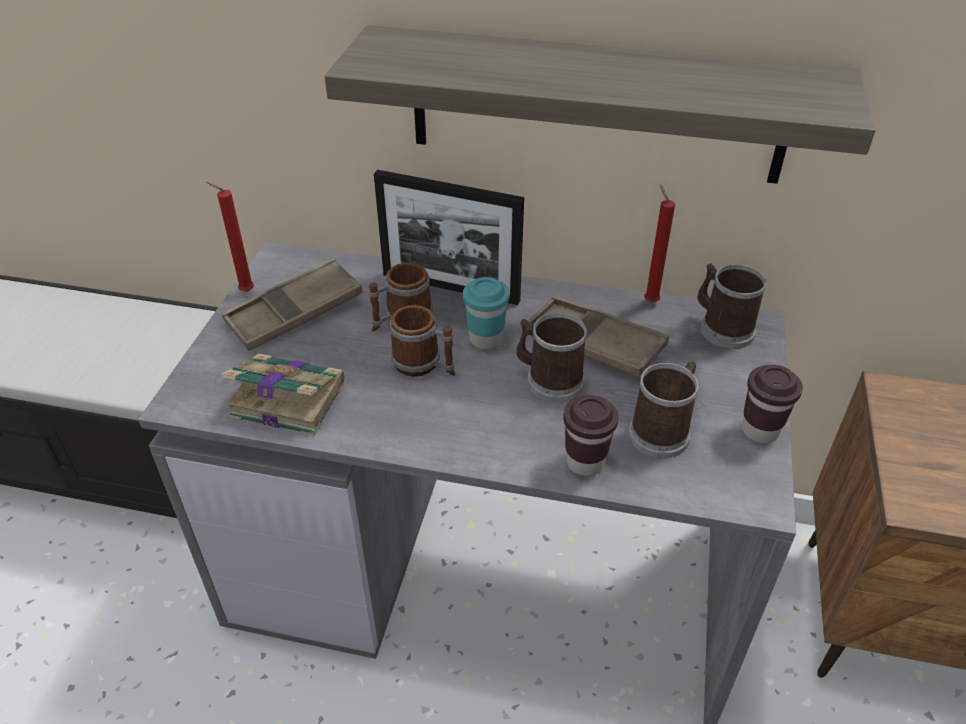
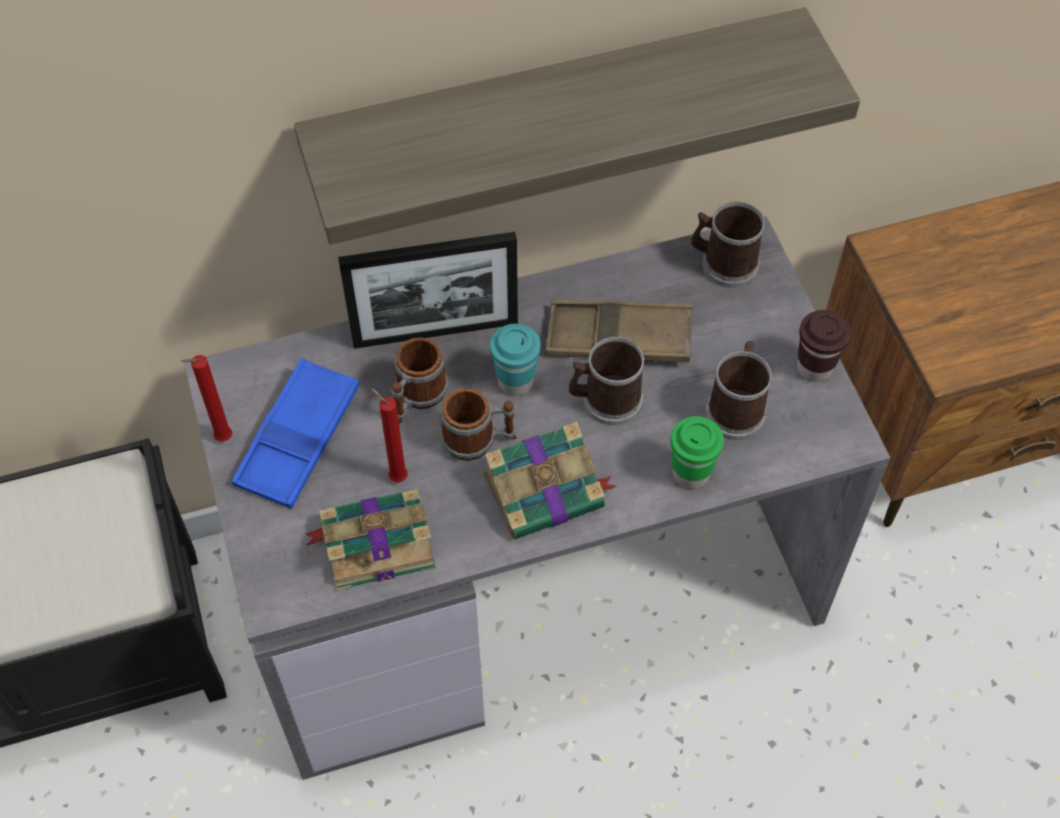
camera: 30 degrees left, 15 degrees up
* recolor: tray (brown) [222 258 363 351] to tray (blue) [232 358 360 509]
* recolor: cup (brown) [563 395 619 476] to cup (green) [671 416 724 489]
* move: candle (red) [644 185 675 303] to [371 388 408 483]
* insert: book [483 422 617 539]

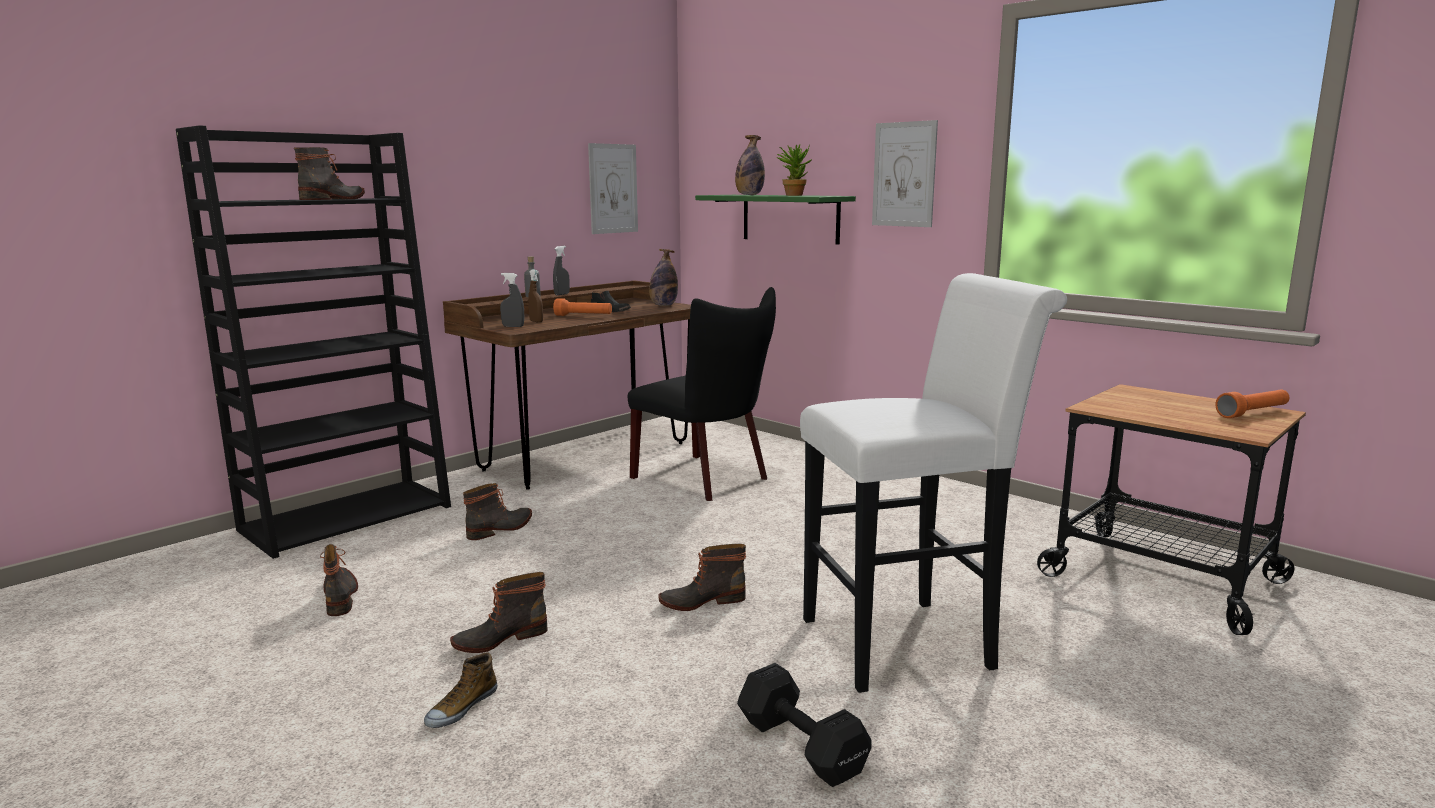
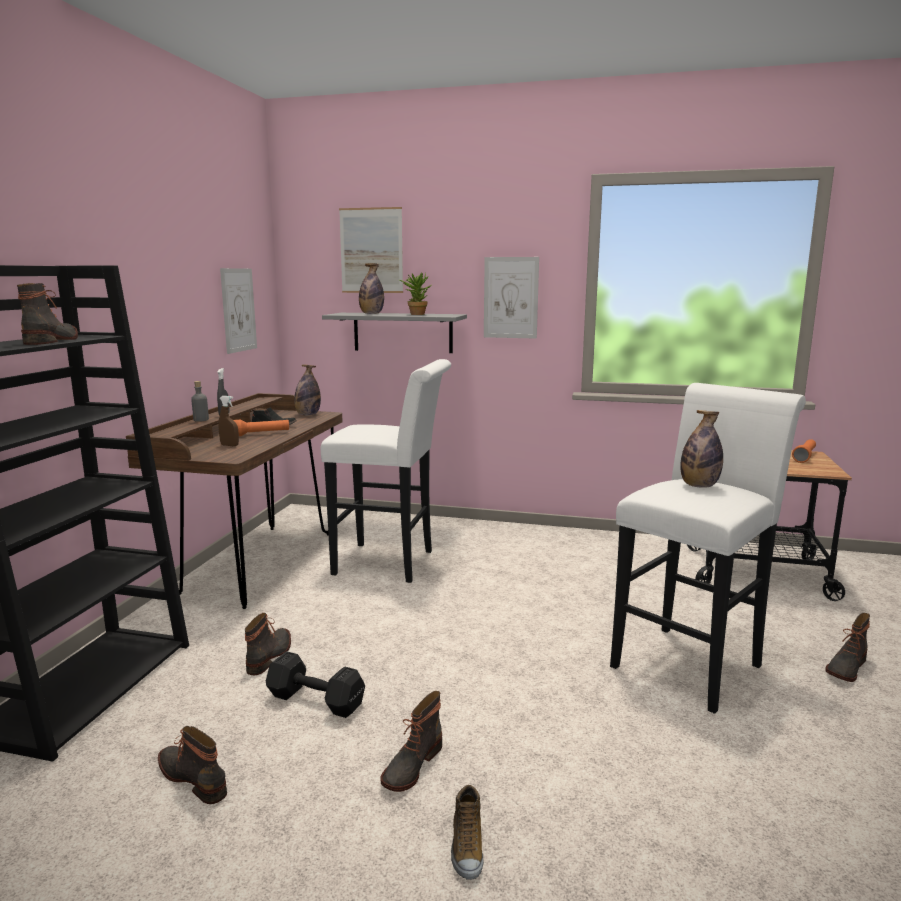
camera: 30 degrees left, 0 degrees up
* delete: spray bottle (grey) [500 273 524 327]
* replace: chair (black) [628 287 776 501] to stool (white) [320 359 451 583]
* move: boot [658 544 746 611] to [825 613 870 682]
* recolor: shelf (green) [695 195 856 245] to shelf (grey) [322 313 467 353]
* move: dumbbell (black) [737 663 872 787] to [266 651 365 718]
* insert: picture [339 207 403 293]
* insert: bottle [680 410 723 488]

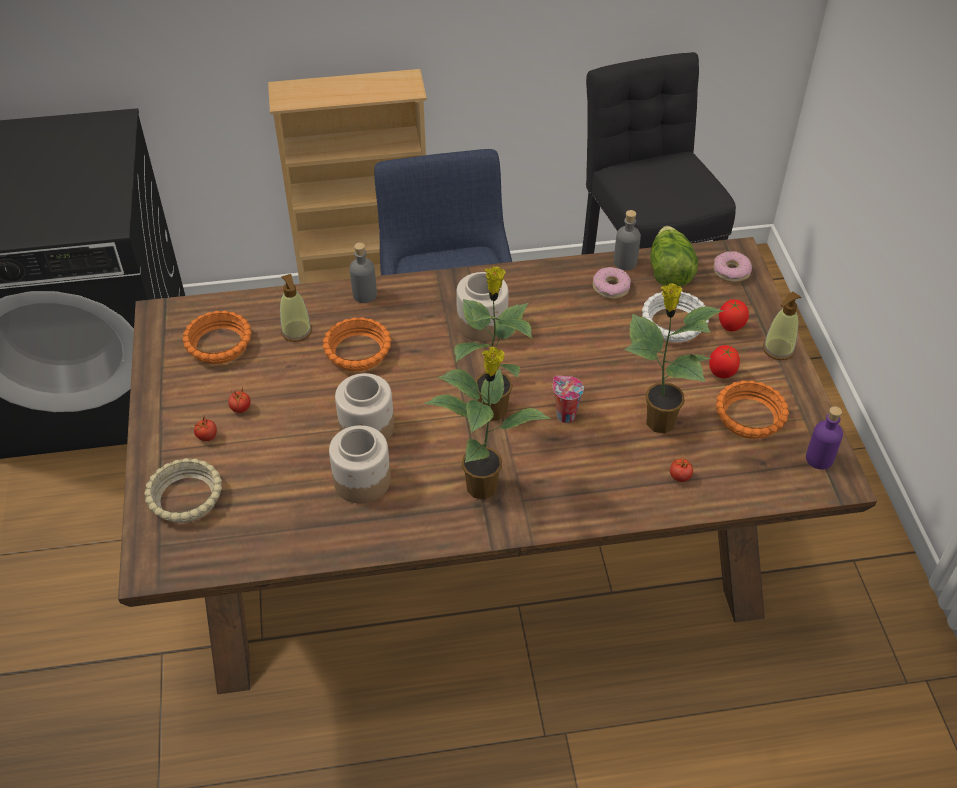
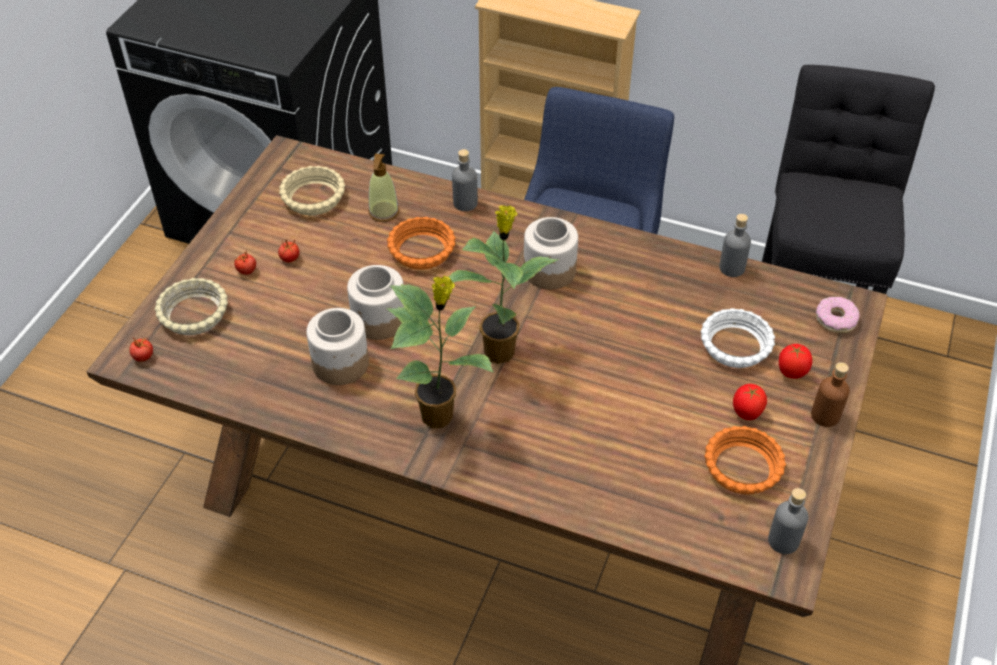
camera: 30 degrees right, 0 degrees up
* recolor: bowl (orange) [182 311 252 364] to bowl (beige) [279 166 345 215]
* delete: cup [553 376 584 423]
* delete: donut [593 267 631 299]
* delete: potted plant [625 283 723 433]
* delete: lettuce [651 226 698 287]
* move: tomato [670 457 693 482] to [129 337 153 362]
* replace: soap dispenser [763 292 801 360] to bottle (brown) [811 362 850 427]
* recolor: bottle (purple) [806 406 843 470] to bottle (grey) [768 488 808 554]

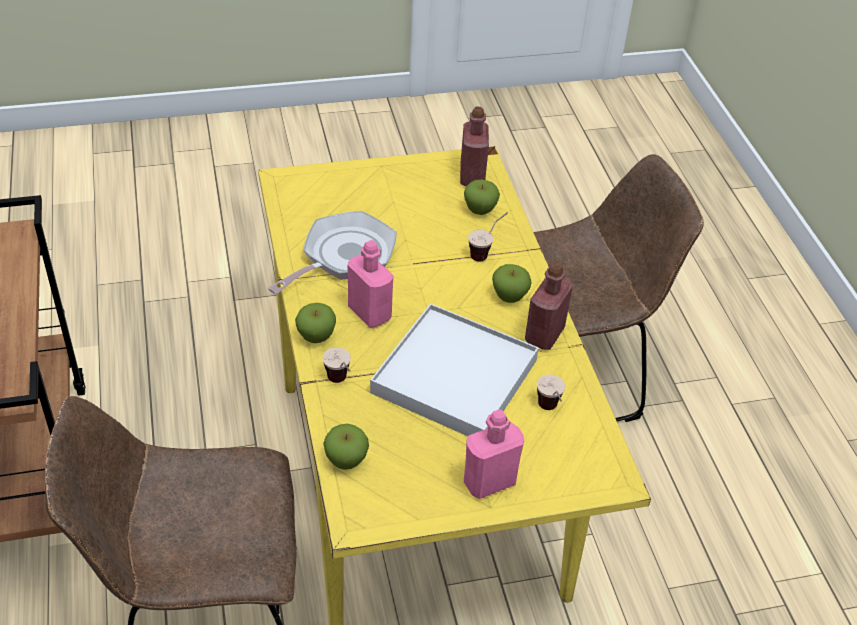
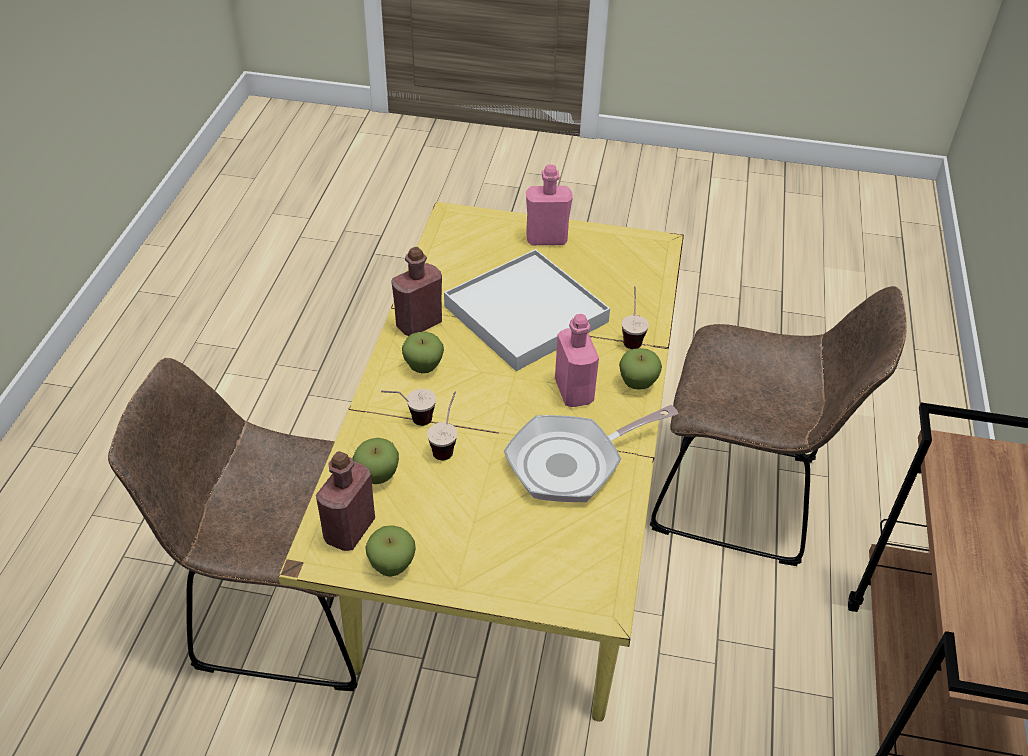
camera: 155 degrees left, 0 degrees up
* move: apple [323 424 369 470] to [365 525 416 577]
* move: cup [537 374 565 410] to [427 391 457 460]

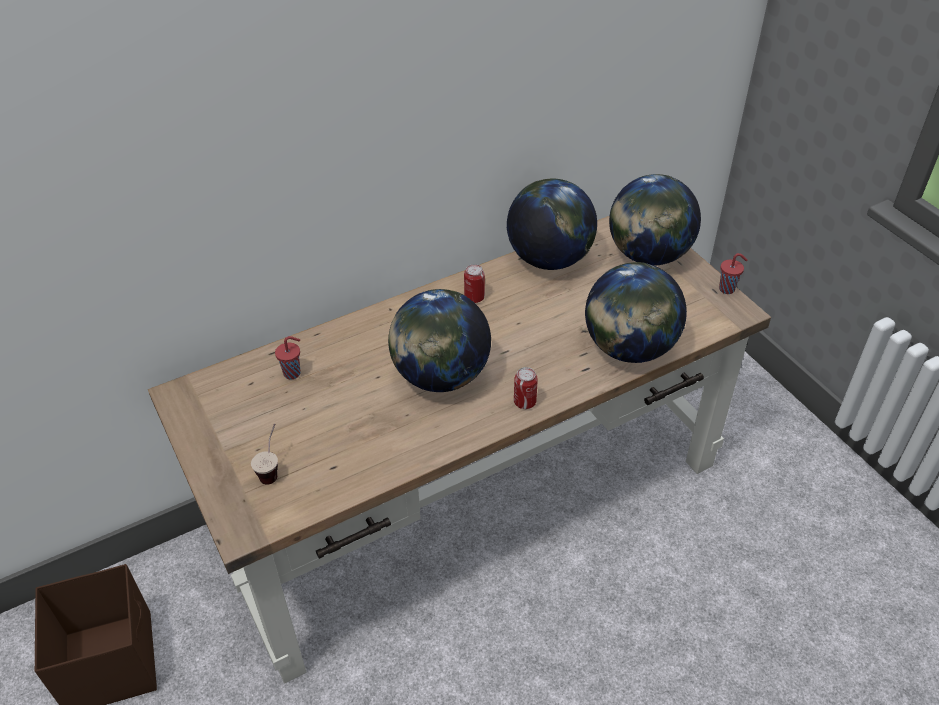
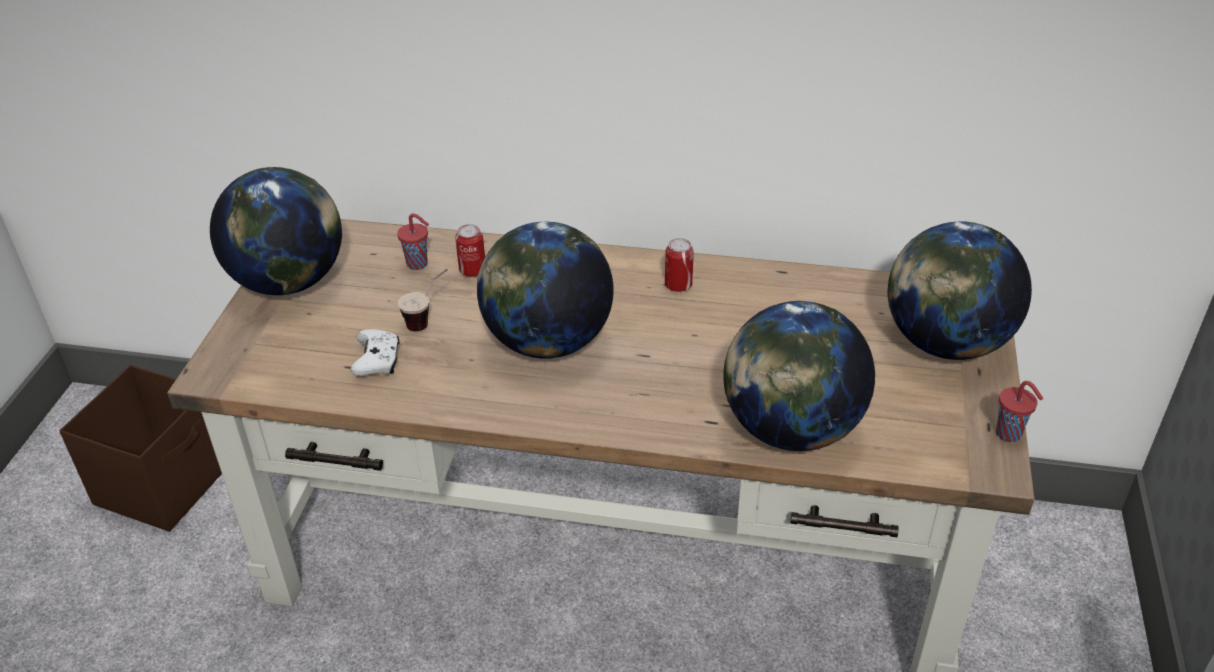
camera: 40 degrees right, 5 degrees down
* move: cup [251 424 278 484] to [398 269 448 331]
* move: globe [507 178 597 270] to [210 167 342 295]
* move: can [514 367 538 409] to [455 224 485 277]
* insert: game controller (white) [350 329 400 376]

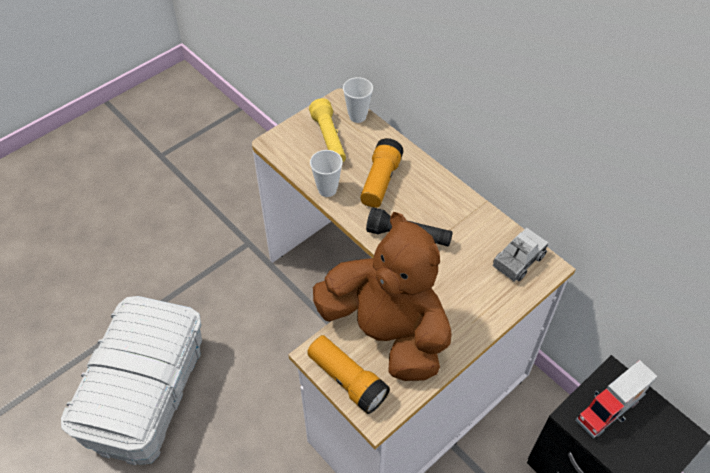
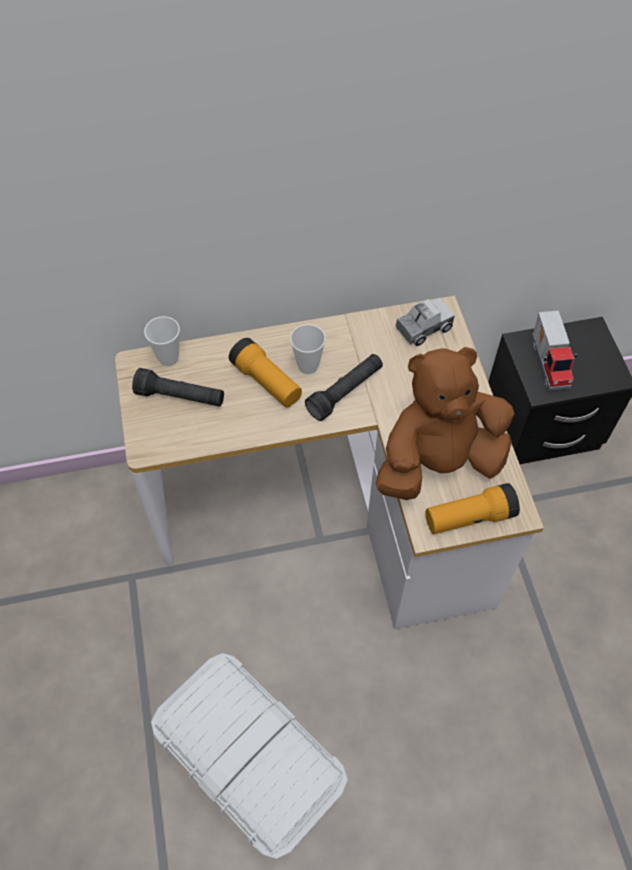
camera: 60 degrees left, 5 degrees up
* recolor: flashlight (yellow) [309 98 346 162] to flashlight (black) [132 368 224 407]
* move: cup [310 150 343 197] to [290 324 326 374]
* rotate: toy truck [493 228 548 281] = [395 298 455 346] 75 degrees clockwise

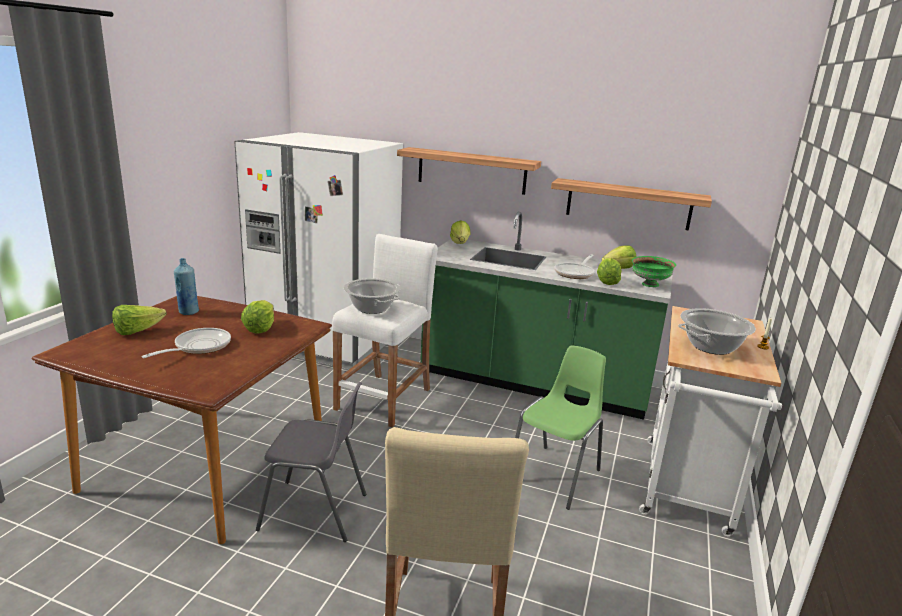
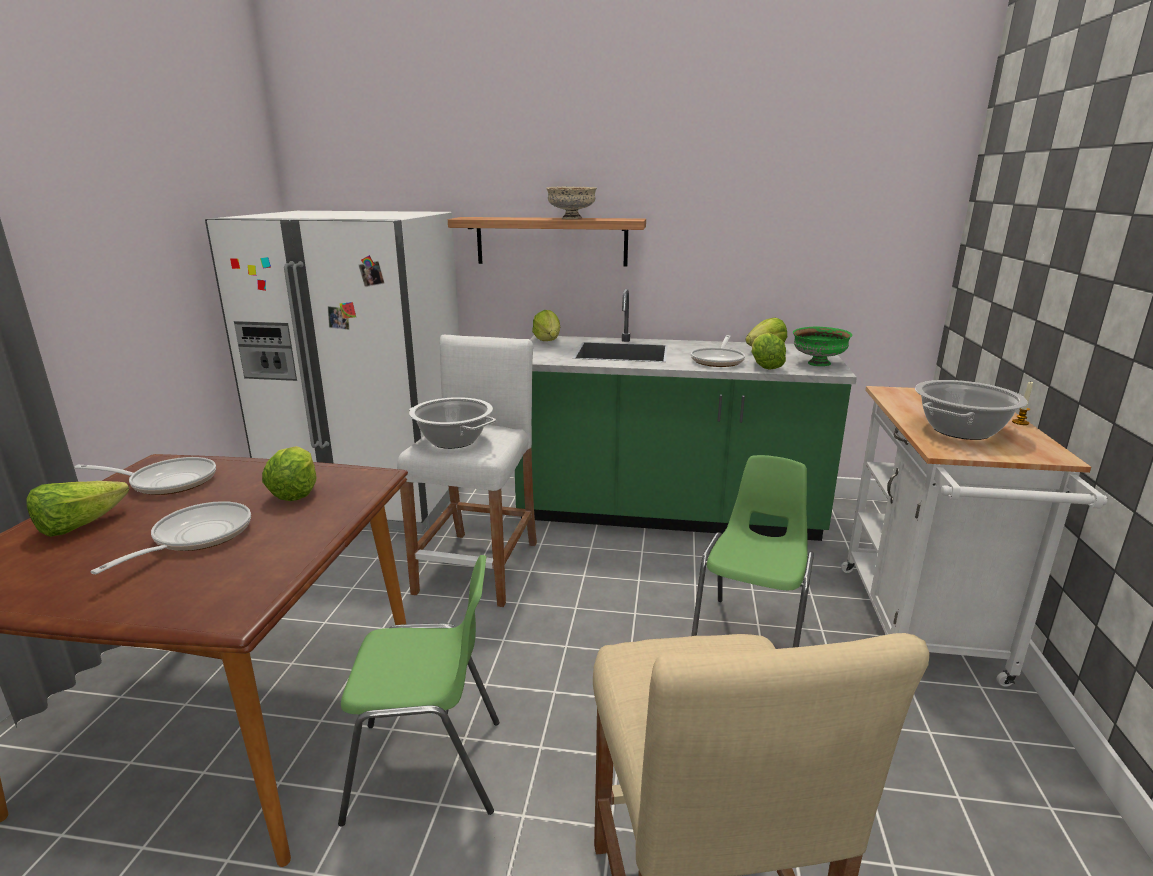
camera: 10 degrees left, 0 degrees up
* replace: bottle (blue) [174 258 199 315] to frying pan [74 457 216 495]
* recolor: chair (grey) [256 382 366 542] to chair (green) [338 555 500 827]
* delete: shelf [551 178 712 230]
* insert: bowl (beige) [546 187 597 219]

